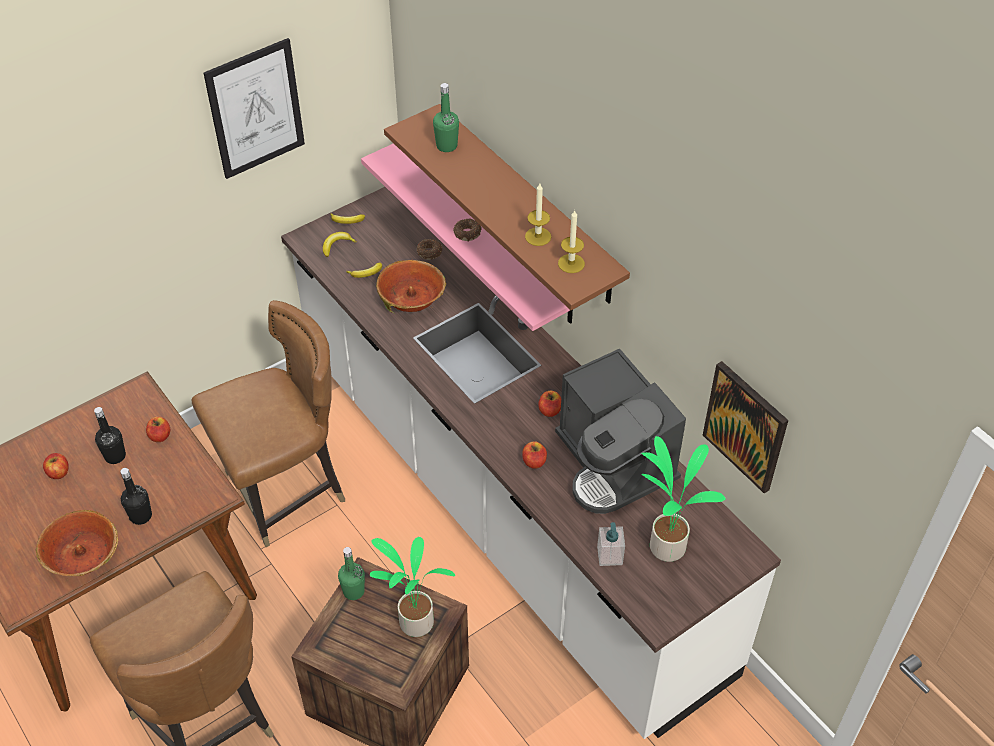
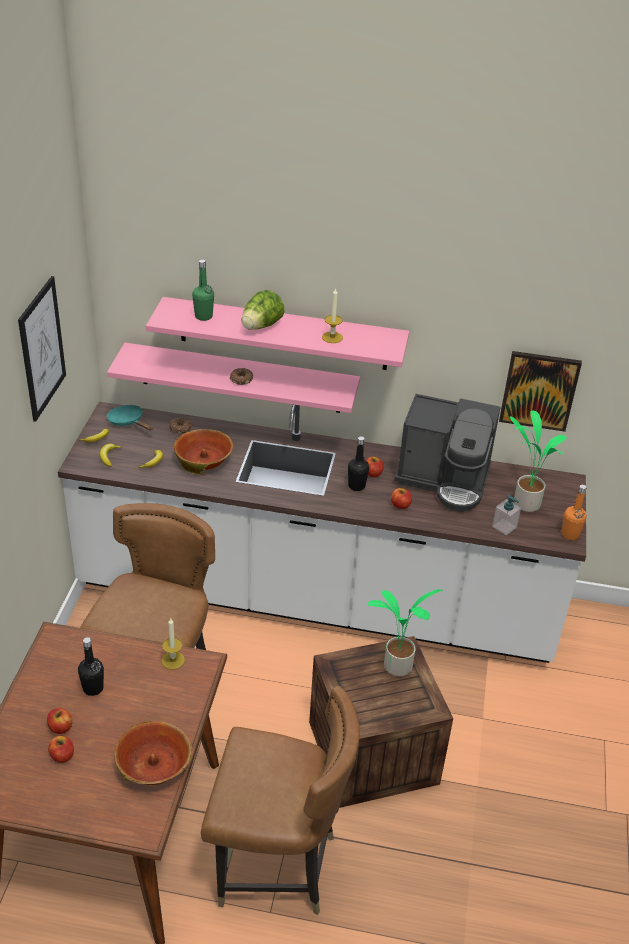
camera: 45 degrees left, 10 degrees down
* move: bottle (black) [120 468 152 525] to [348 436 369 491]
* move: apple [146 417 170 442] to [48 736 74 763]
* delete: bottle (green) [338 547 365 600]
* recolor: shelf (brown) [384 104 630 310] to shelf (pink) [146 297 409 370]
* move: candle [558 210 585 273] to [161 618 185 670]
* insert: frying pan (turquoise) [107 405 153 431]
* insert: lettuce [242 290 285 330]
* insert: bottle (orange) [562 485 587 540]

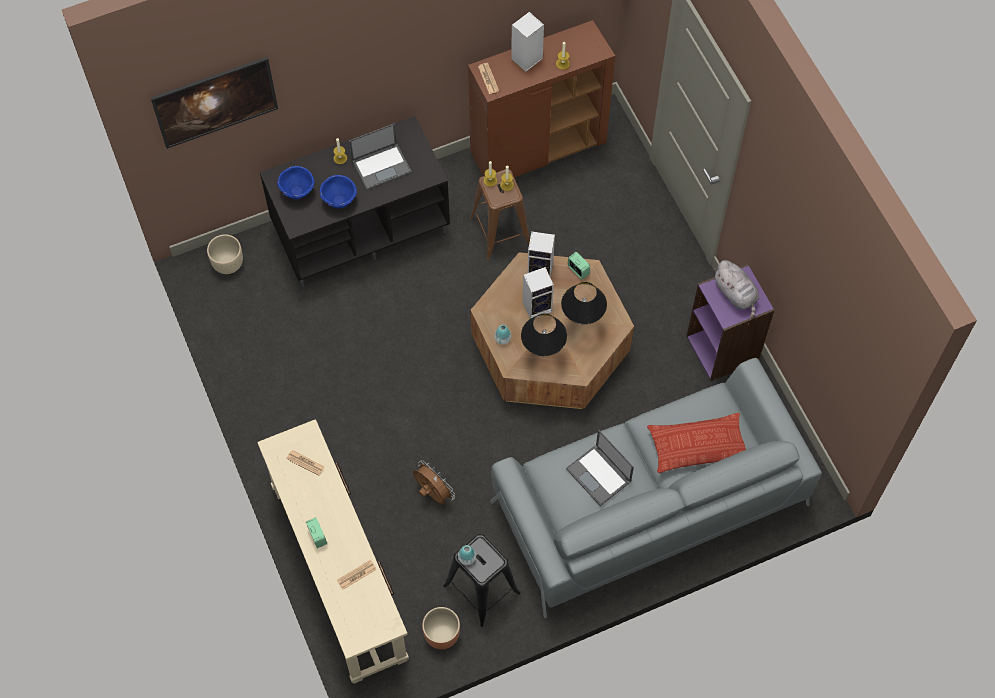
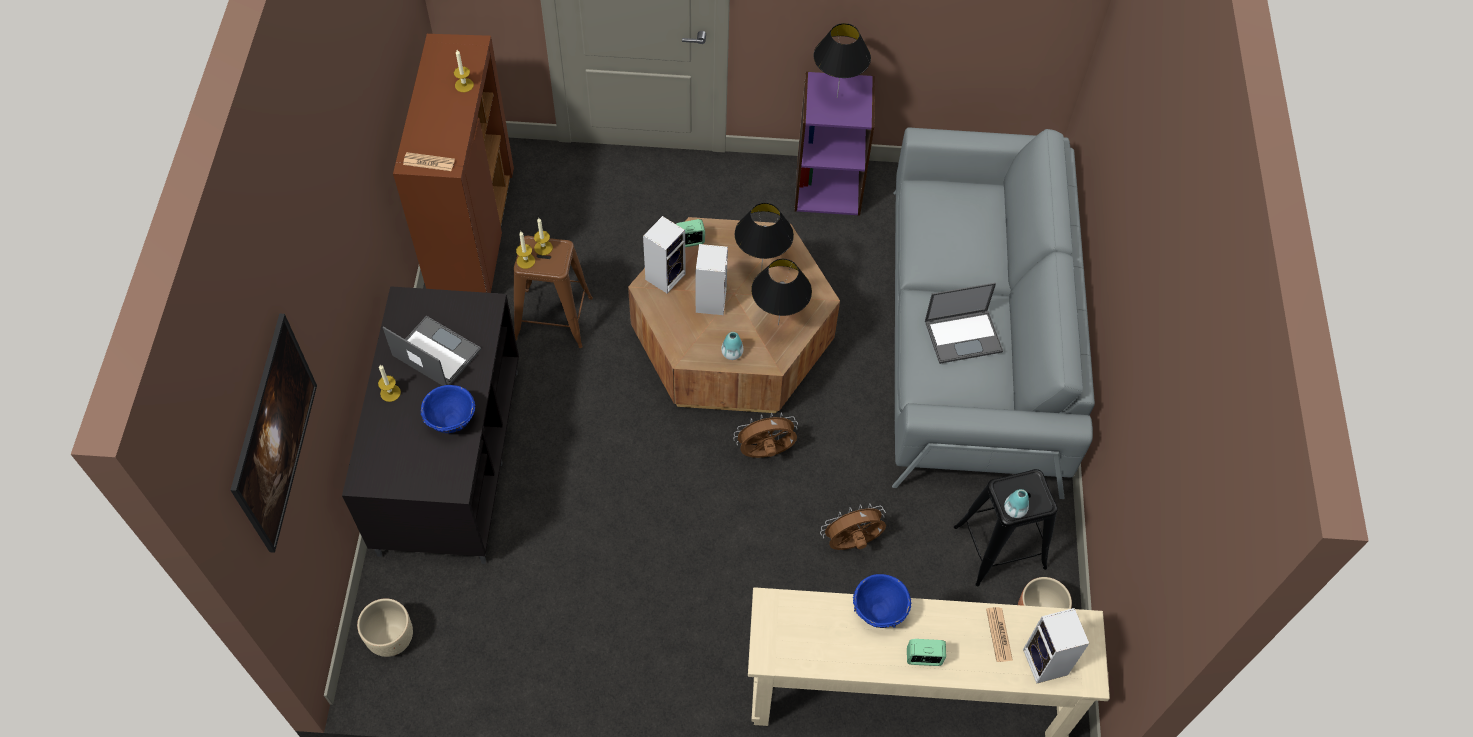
camera: 65 degrees left, 5 degrees down
* move: bowl (blue) [277 166 315 200] to [853 574 912 628]
* delete: newspaper [286 450 325 476]
* rotate: laptop [349 123 412 190] = [383 316 481 386] 60 degrees counterclockwise
* move: speaker [511 12 544 72] to [1023 608 1089 684]
* delete: pillow [647 413 746 473]
* replace: plush toy (grey) [713 260 759 319] to table lamp (black) [814 23 871 98]
* insert: fan (brown) [733 412 798 458]

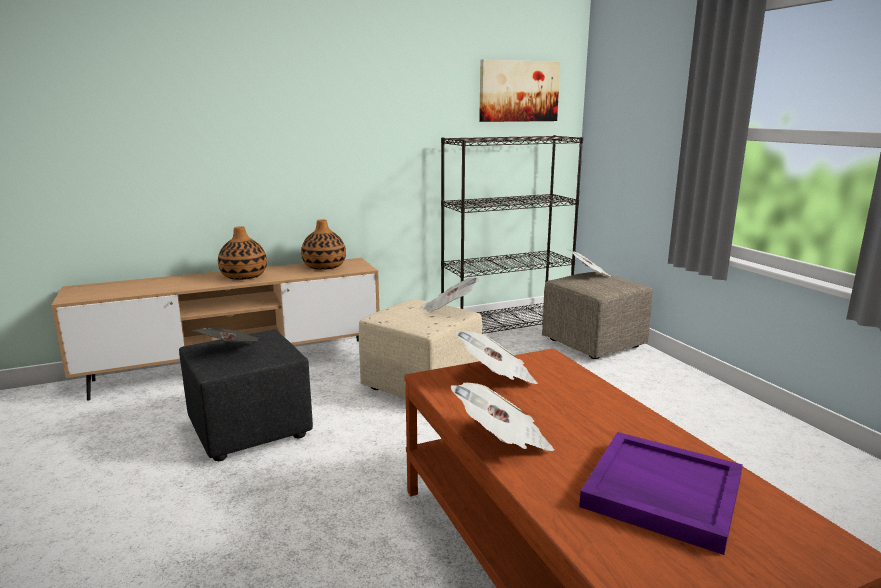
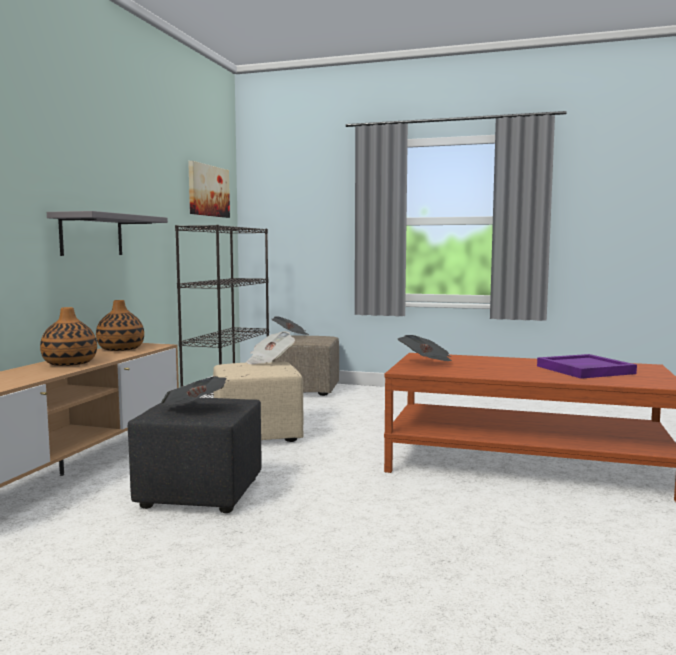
camera: 50 degrees left, 10 degrees down
* delete: newspaper [451 383 555 451]
* insert: shelf (grey) [47 211 168 256]

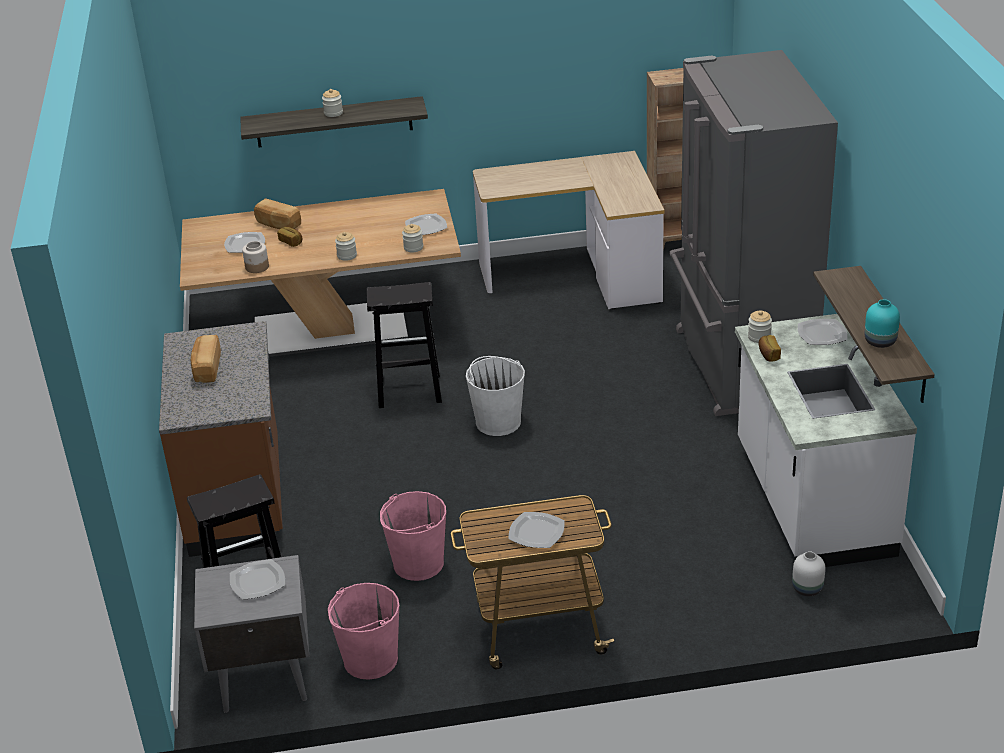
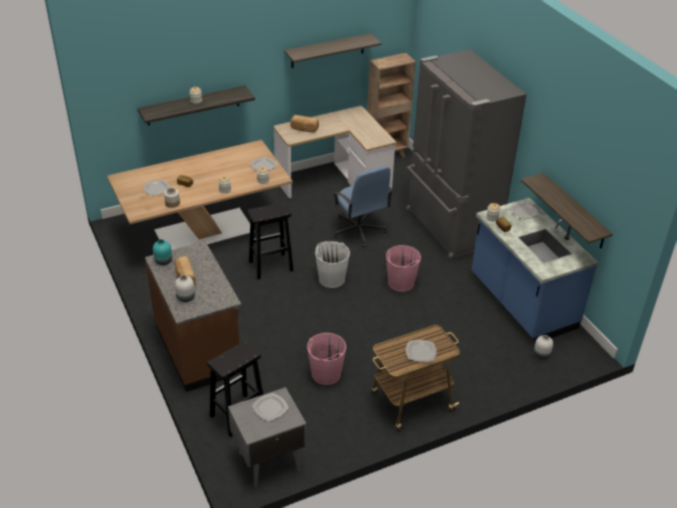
camera: 20 degrees left, 5 degrees up
* move: bread [254 198 301 229] to [290 115 319 132]
* move: bucket (pink) [328 583 399 680] to [386 245 421 292]
* recolor: counter (white) [735 314 917 567] to counter (blue) [472 198 598 340]
* move: vase (turquoise) [865 299 900 348] to [153 239 172 265]
* insert: vase (white) [175 275 195 302]
* insert: shelf [284 33 381 68]
* insert: office chair (blue) [332 166 393 247]

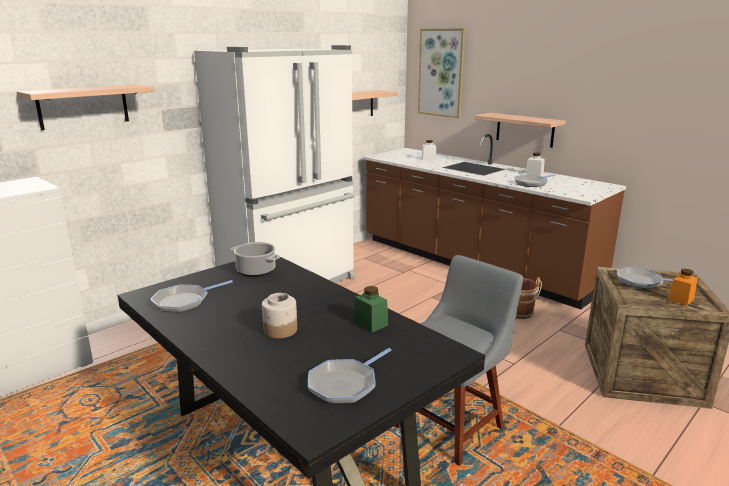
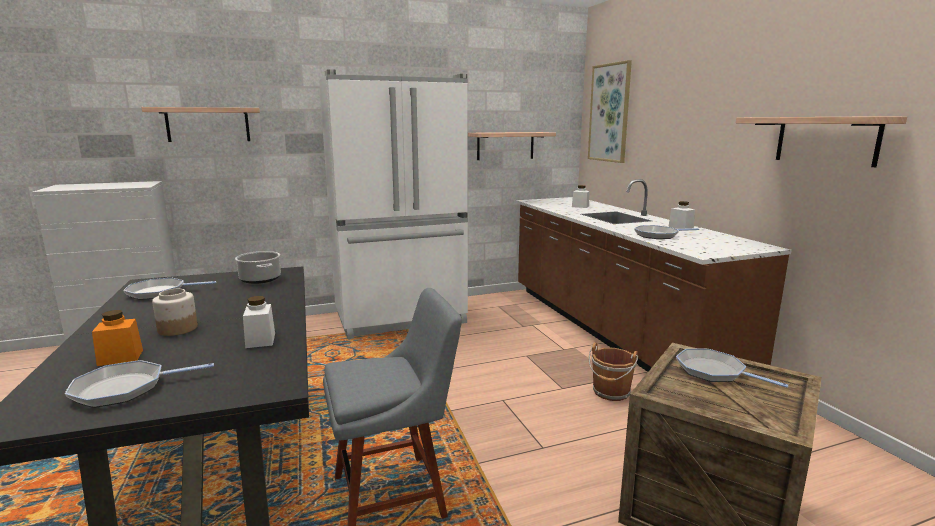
camera: 25 degrees right, 5 degrees down
* recolor: jar (green) [354 286 388 333] to jar (white) [243 296 275 348]
* move: shelf [474 113 566 148] to [736 116 907 167]
* move: jar (orange) [668 269 698 306] to [92 310 143 366]

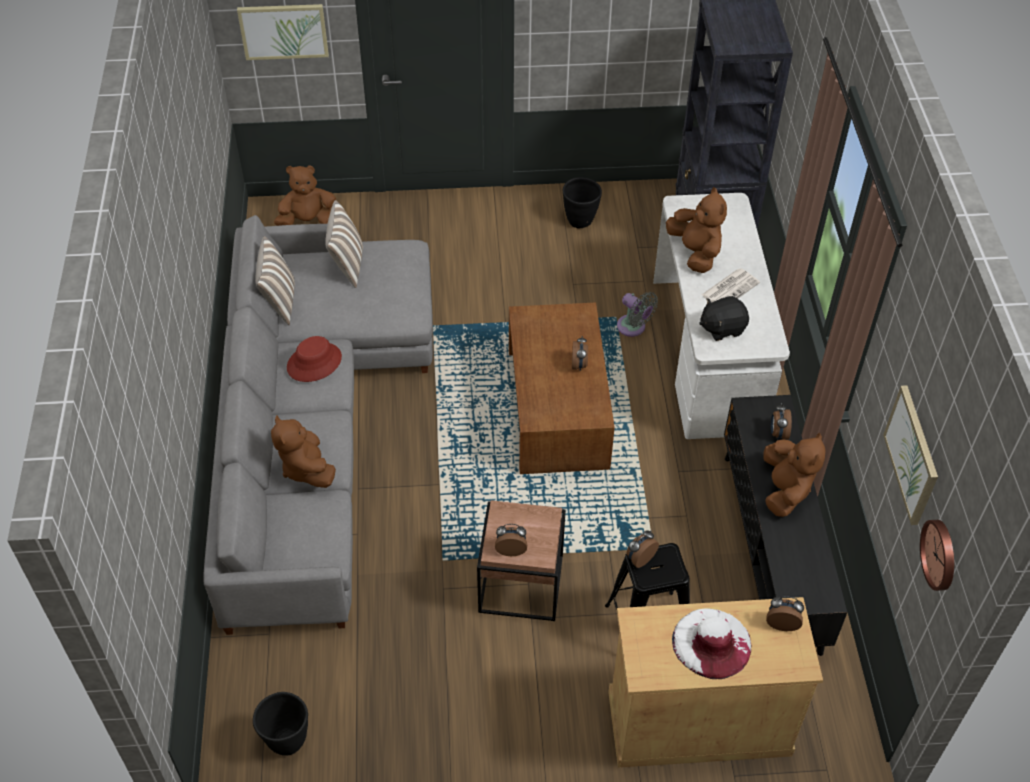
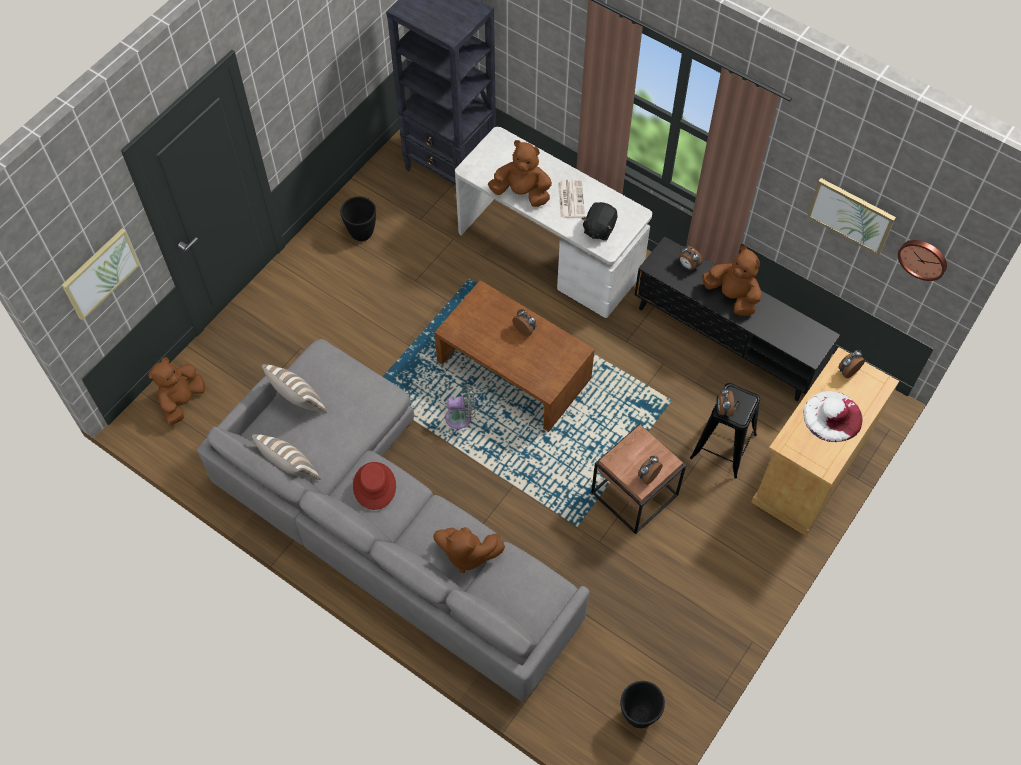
camera: 50 degrees left, 10 degrees up
* move: fan (grey) [617 292 658 337] to [445 384 476 429]

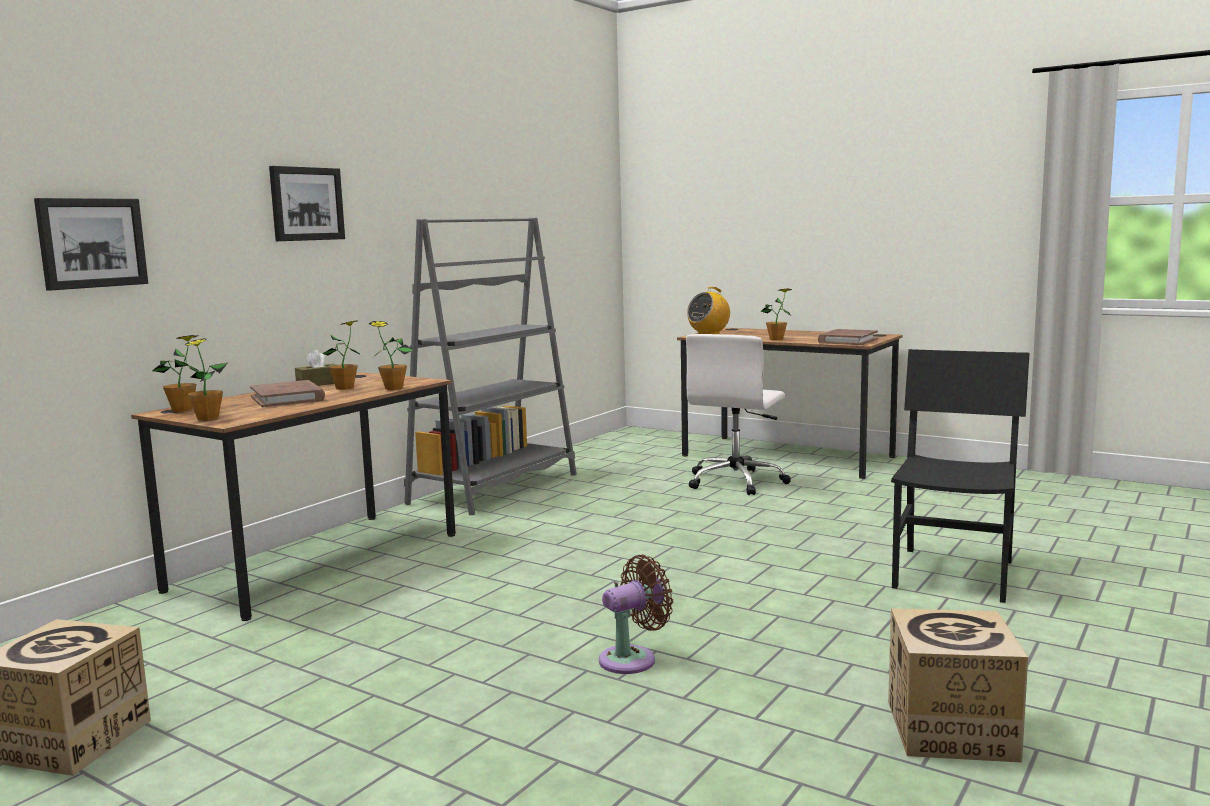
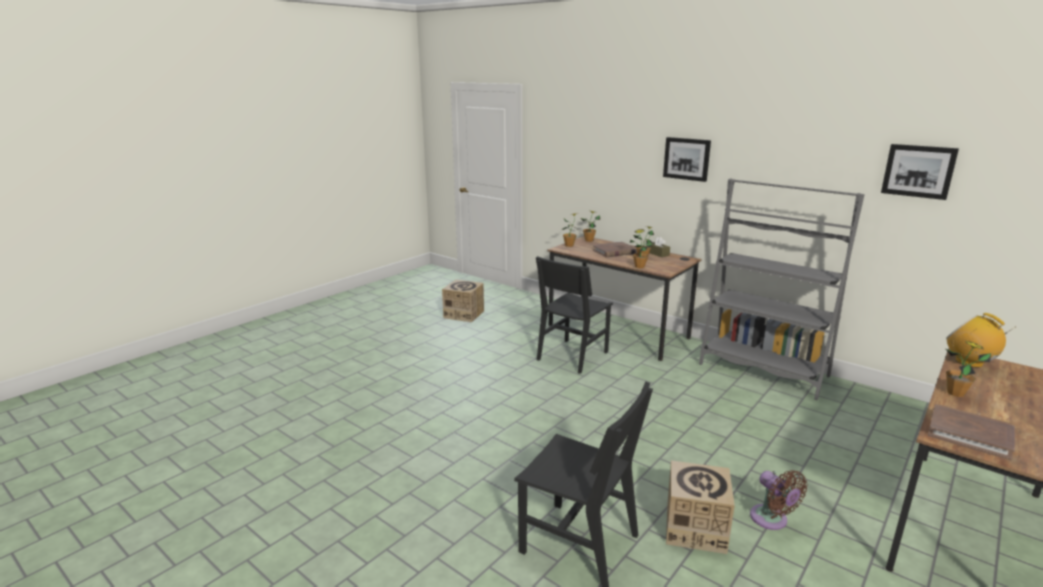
camera: 95 degrees right, 10 degrees up
* move: picture [34 198 148 291] to [881 144 959 200]
* move: fan (brown) [599 554 673 674] to [750 470 808 530]
* delete: office chair (white) [686 334 791 495]
* move: cardboard box [888 608 1028 763] to [666 460 735 554]
* insert: chair (black) [536 256 613 374]

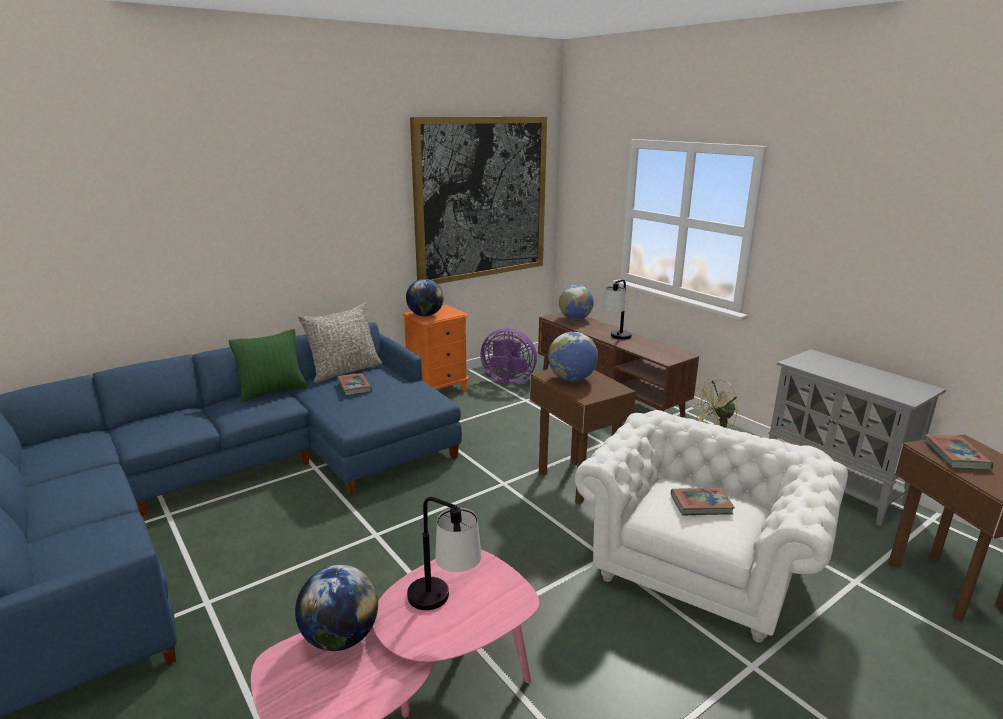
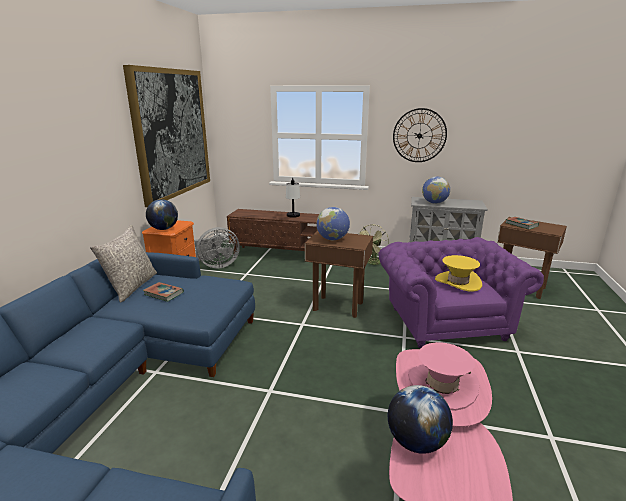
camera: 40 degrees left, 0 degrees up
* delete: pillow (green) [229 329 307 402]
* replace: table lamp [407 497 482 610] to hat (pink) [408 342 479 411]
* recolor: fan (purple) [480 328 537 384] to fan (grey) [194 227 240 269]
* move: globe [559 285 594 320] to [422 177 450 204]
* recolor: armchair (white) [575 410 848 643] to armchair (purple) [379 237 544 348]
* replace: book [671 488 735 516] to hat (yellow) [435 255 482 292]
* insert: wall clock [393 108 447 162]

